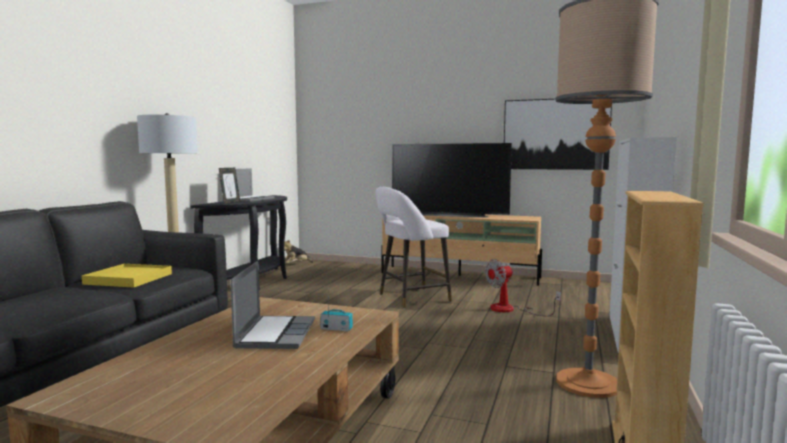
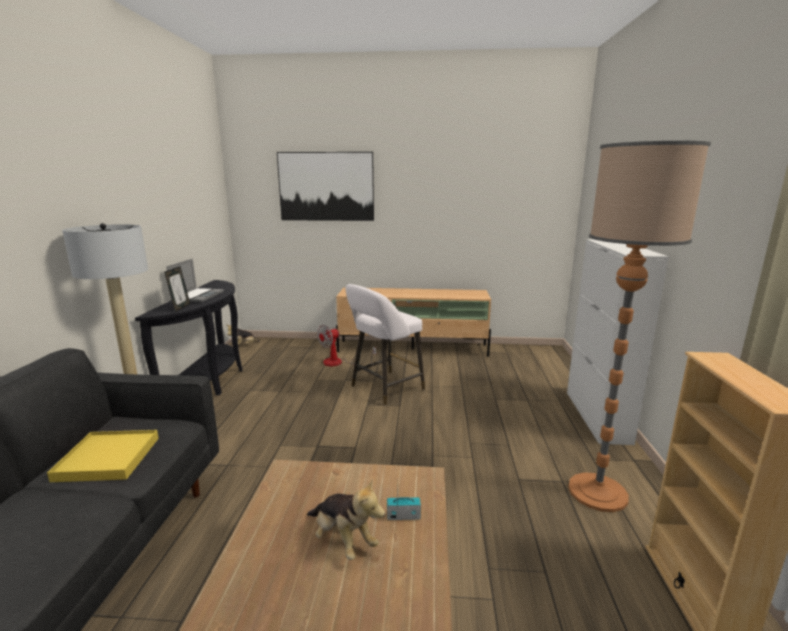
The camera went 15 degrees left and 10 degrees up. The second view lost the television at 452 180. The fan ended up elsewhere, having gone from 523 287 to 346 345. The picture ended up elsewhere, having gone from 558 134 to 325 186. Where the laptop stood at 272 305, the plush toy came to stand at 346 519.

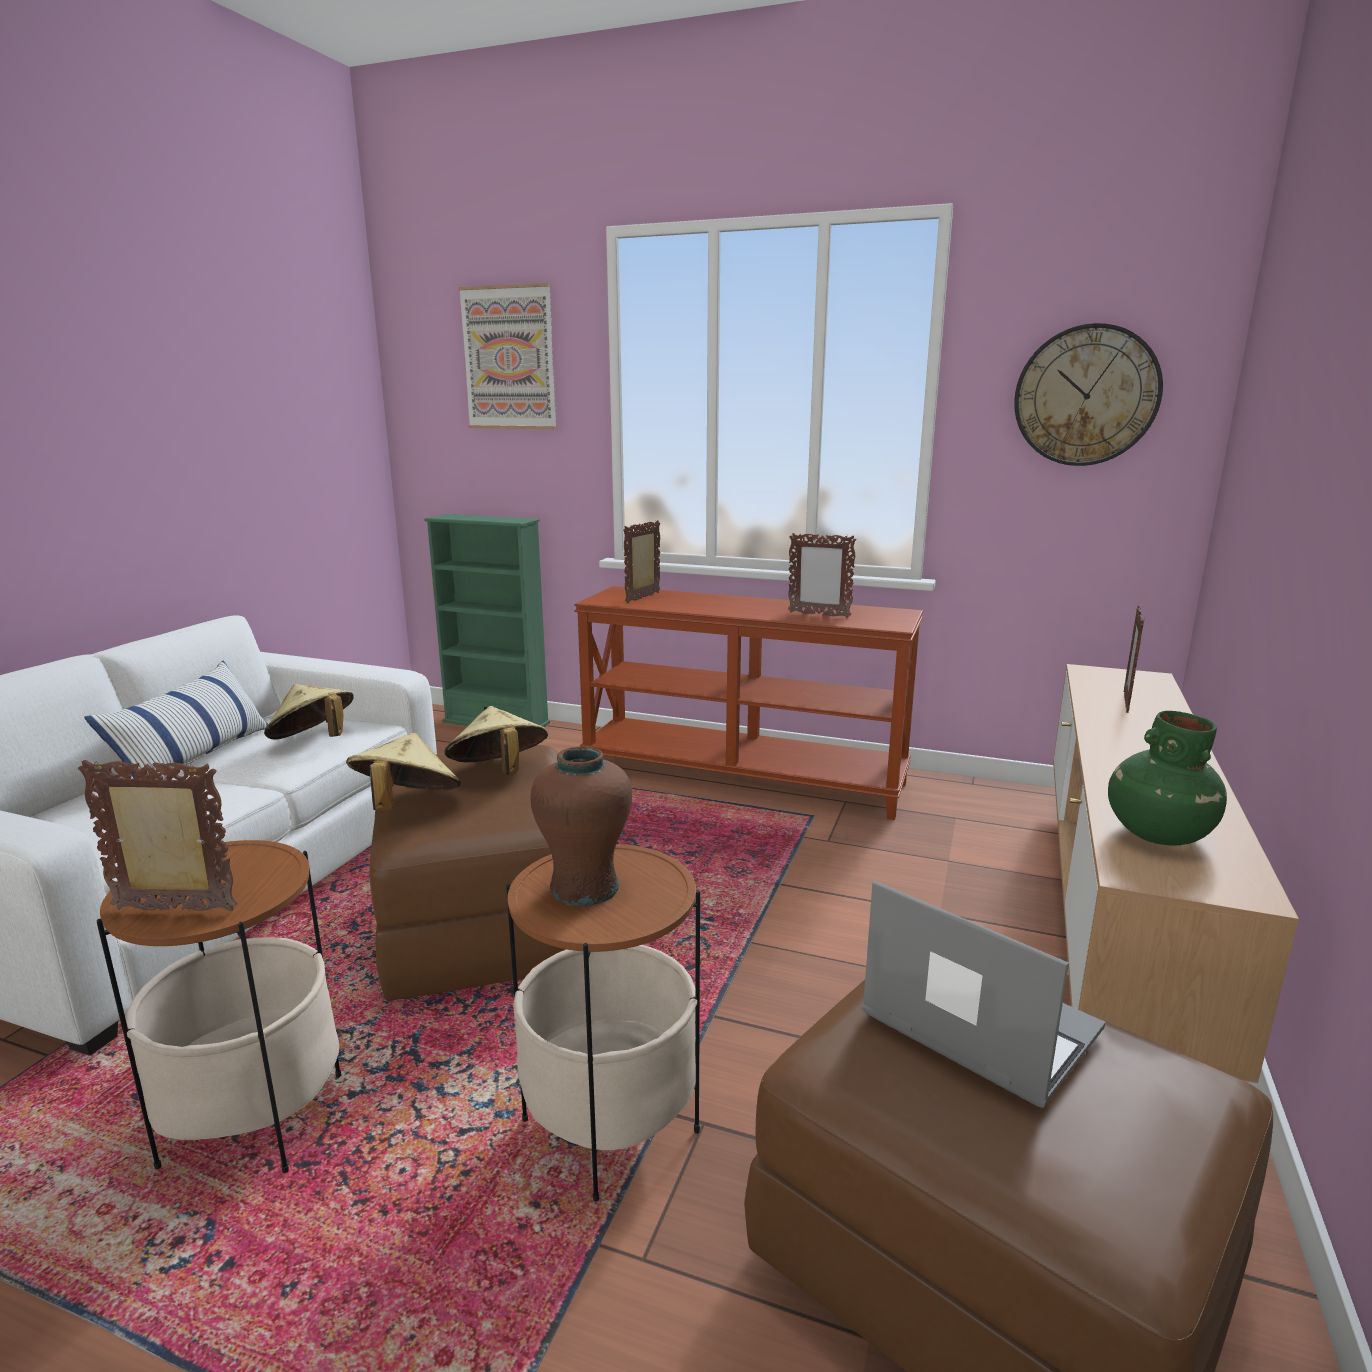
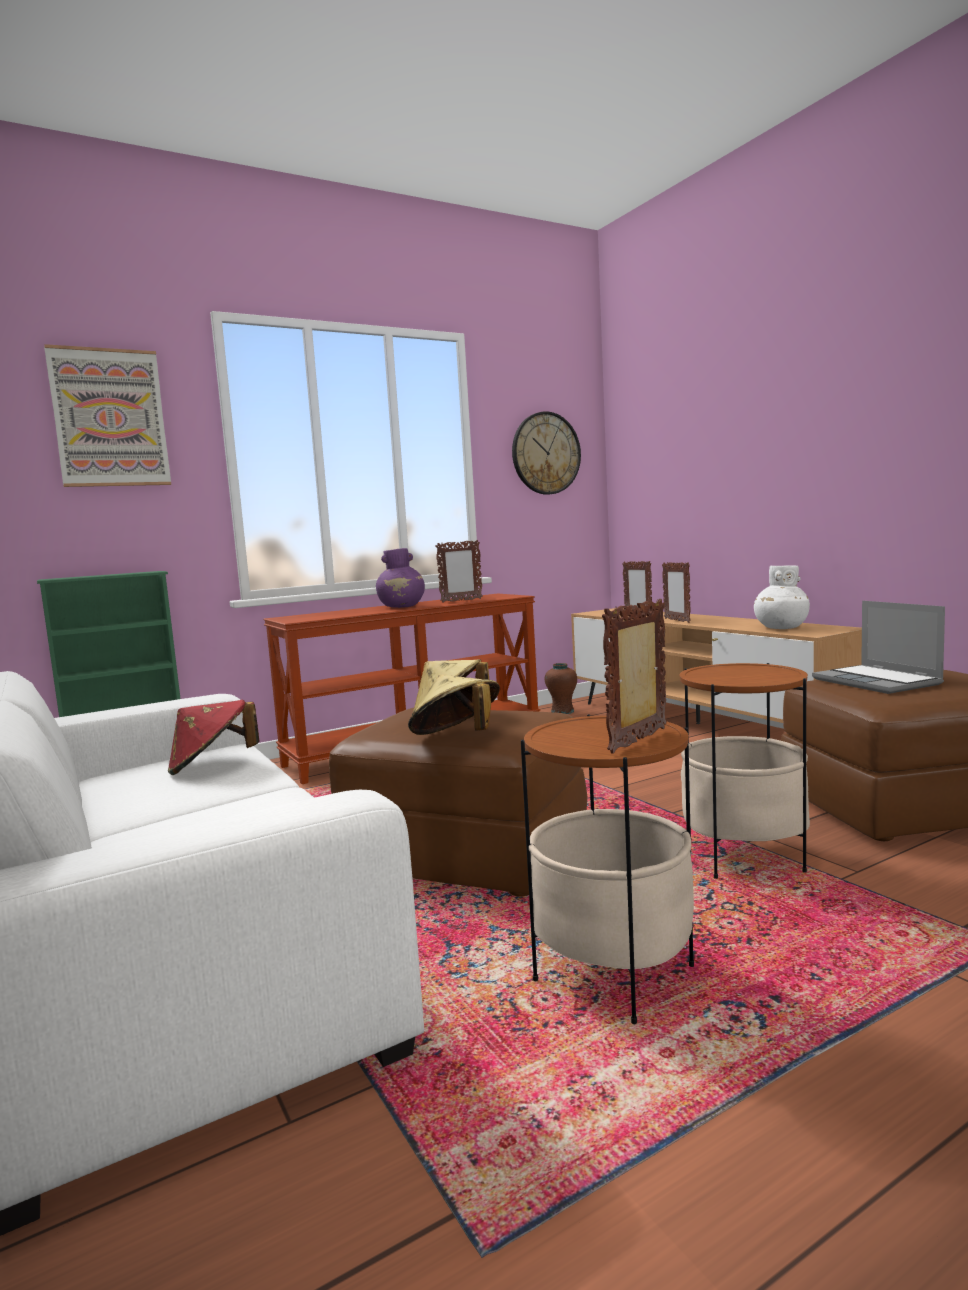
The camera went 50 degrees left and 10 degrees down. The second view lost the pillow at 176 720. The second view gained the purple vase at 400 578. The brown vase ended up elsewhere, having gone from 581 826 to 561 688. The picture frame ended up elsewhere, having gone from 641 561 to 676 592. What was the beige hat at 309 712 turned into the red hat at 214 737. What was the green vase at 1167 778 turned into the white vase at 782 597. The laptop at 984 994 ended up facing another way, 105 degrees counterclockwise from before.

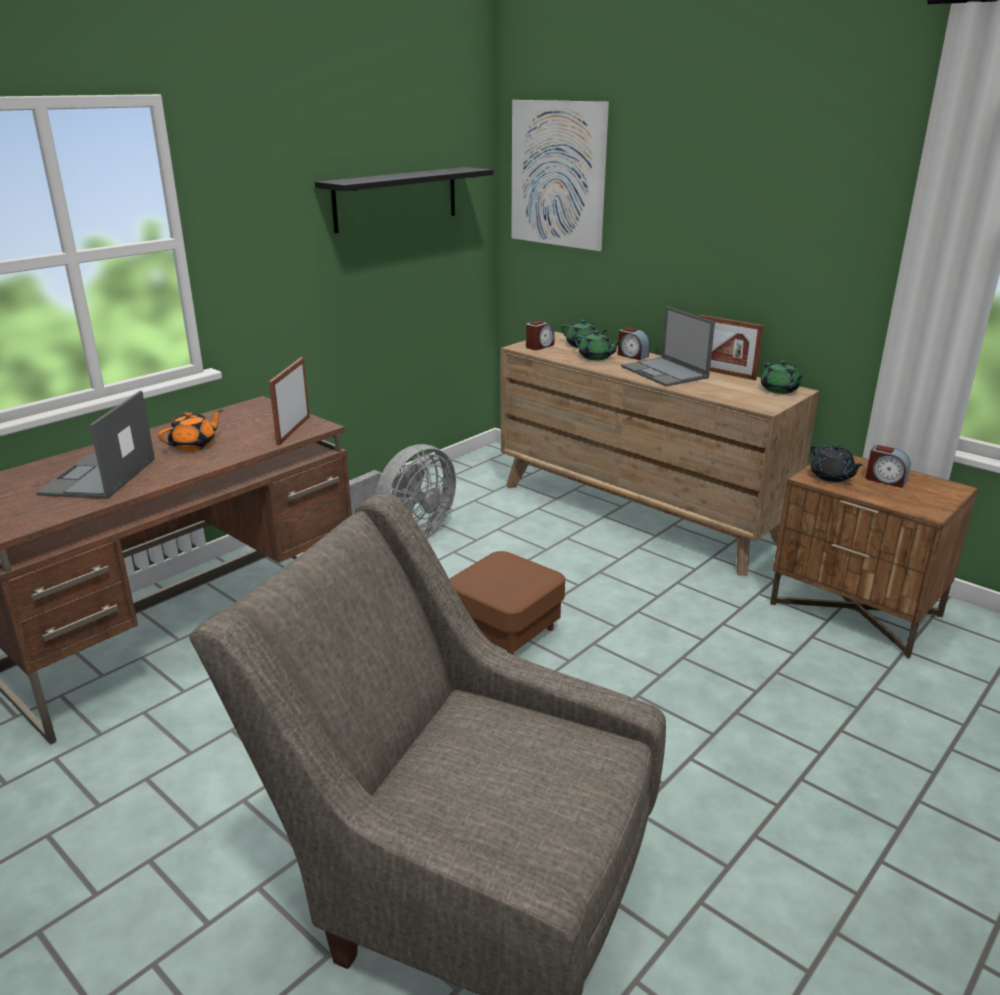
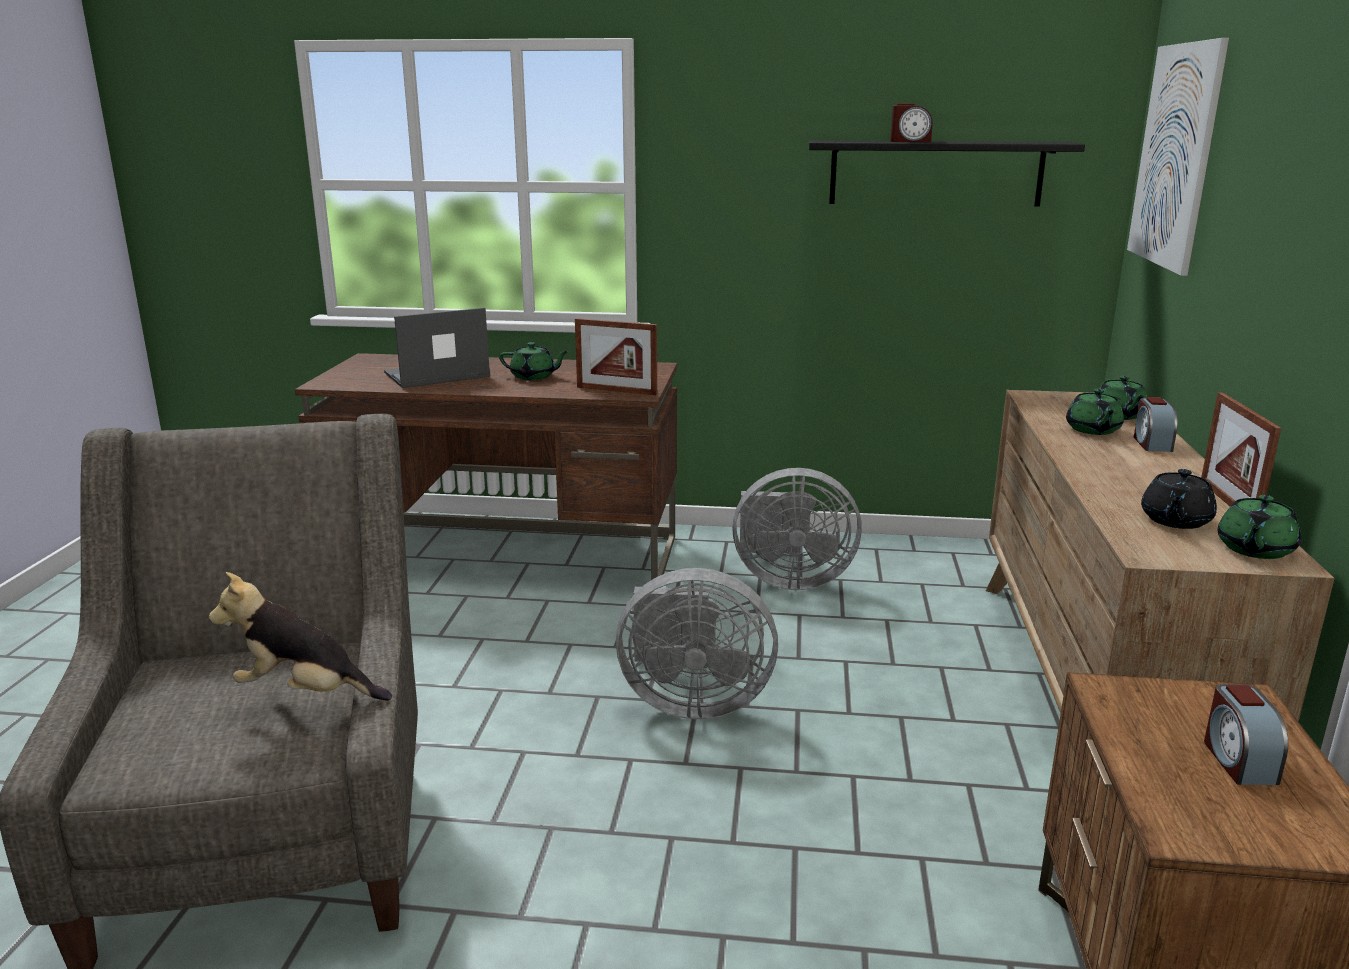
The camera went 55 degrees right and 5 degrees down. The second view lost the laptop at 668 346. The second view gained the plush toy at 300 636. The alarm clock ended up elsewhere, having gone from 540 335 to 911 122. The black teapot ended up elsewhere, having gone from 837 463 to 1179 499. Where the brown ottoman stood at 507 603, the grey fan came to stand at 697 643. What was the orange teapot at 190 430 turned into the green teapot at 534 361. The picture frame at 289 401 ended up facing another way, 135 degrees counterclockwise from before.

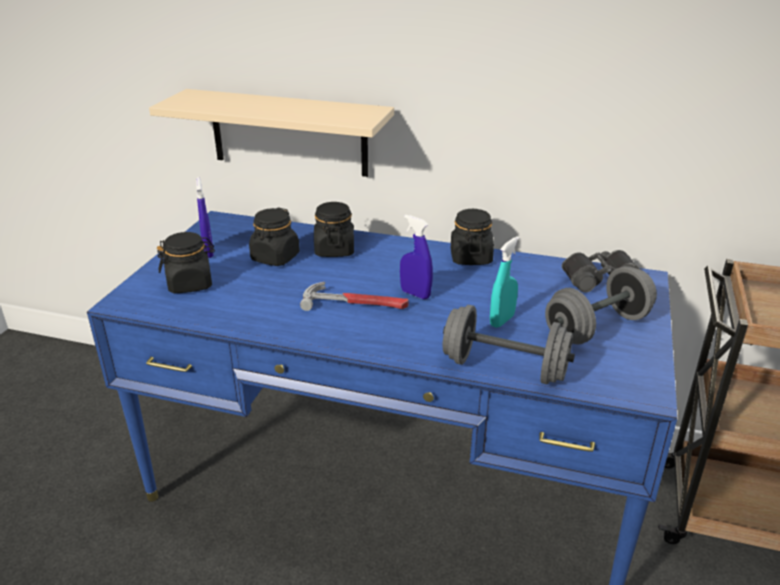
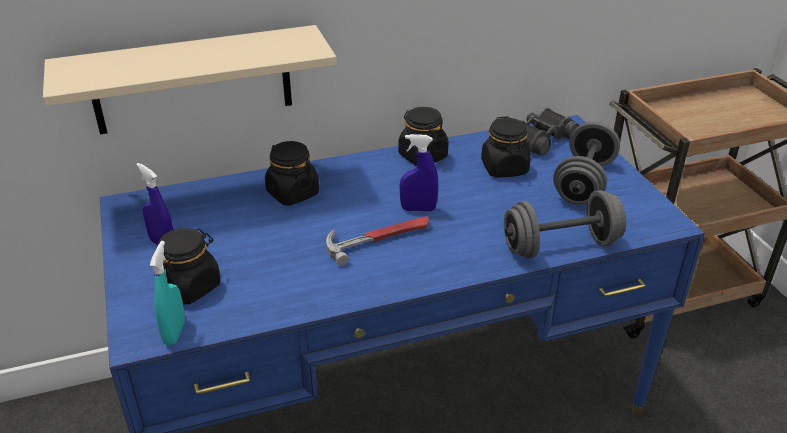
The camera went 35 degrees left and 5 degrees up. The black jar ended up elsewhere, having gone from 274 236 to 506 146. The turquoise spray bottle ended up elsewhere, having gone from 504 282 to 167 293.

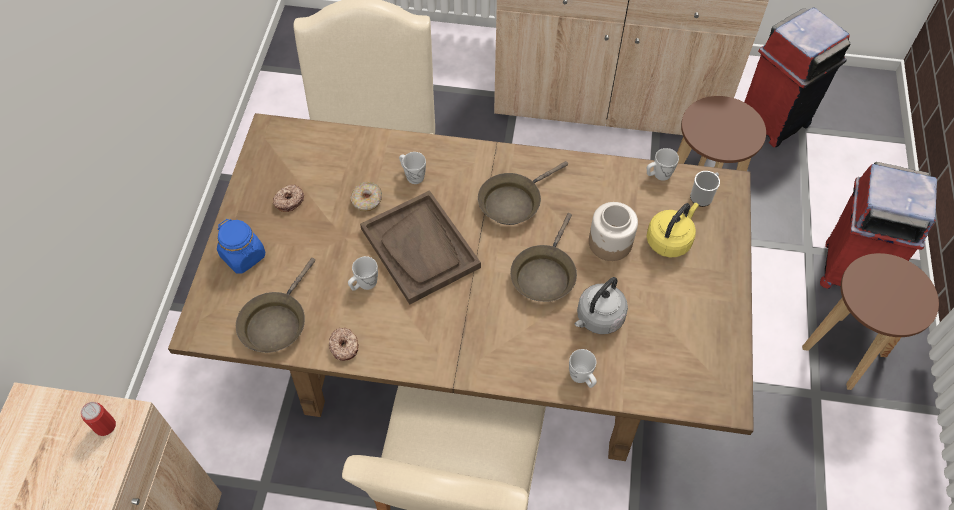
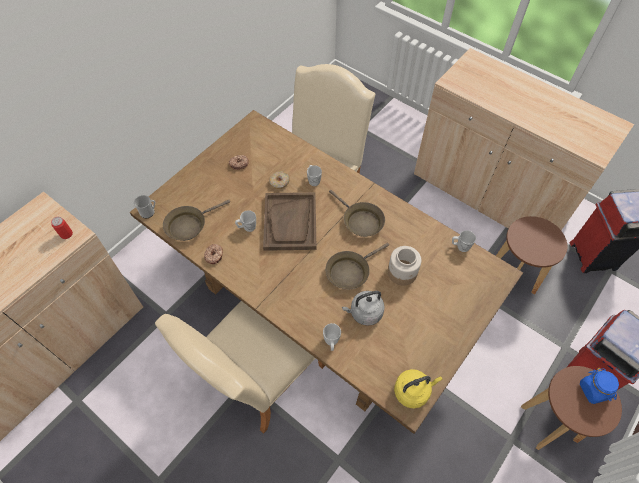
The camera went 30 degrees right and 0 degrees up. The blue jar ended up elsewhere, having gone from 241 246 to 599 386. The yellow kettle ended up elsewhere, having gone from 673 230 to 418 389. The mug ended up elsewhere, having gone from 705 189 to 144 206. The brown frying pan at 523 193 ended up facing another way, 120 degrees counterclockwise from before.

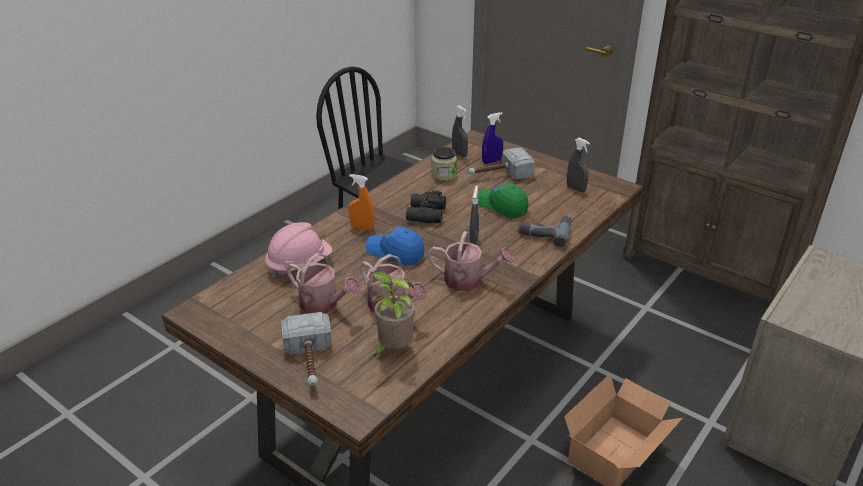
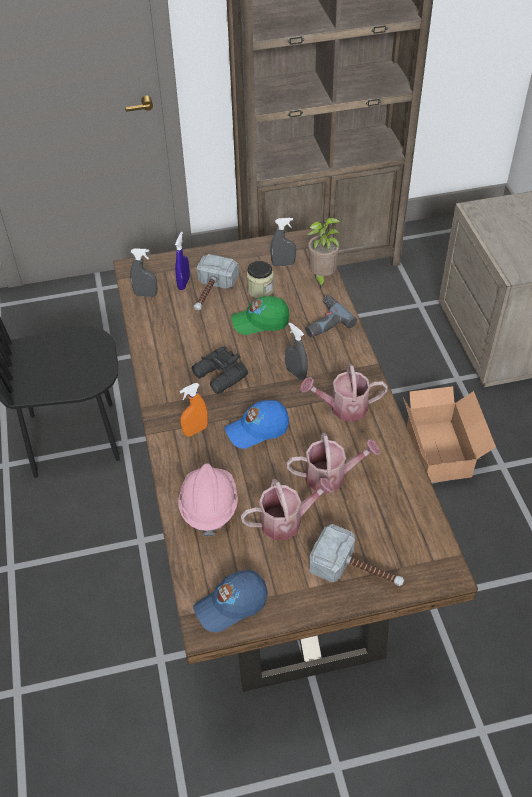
The camera went 50 degrees left and 15 degrees up. The second view gained the blue cap at 230 601. The potted plant ended up elsewhere, having gone from 390 314 to 323 253. The jar ended up elsewhere, having gone from 444 164 to 260 279. The watering can at 471 261 ended up facing another way, 150 degrees counterclockwise from before.

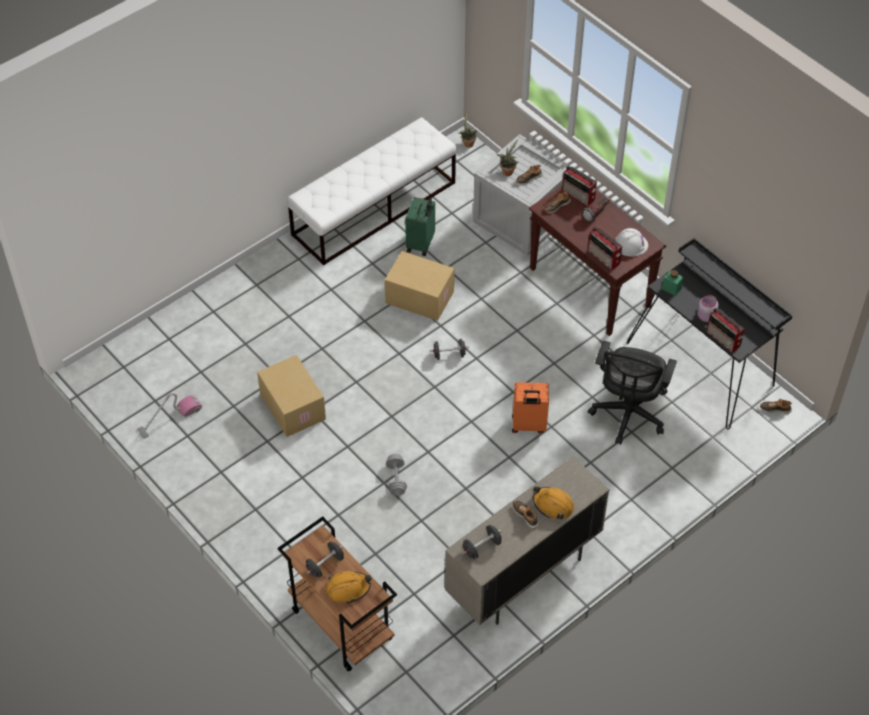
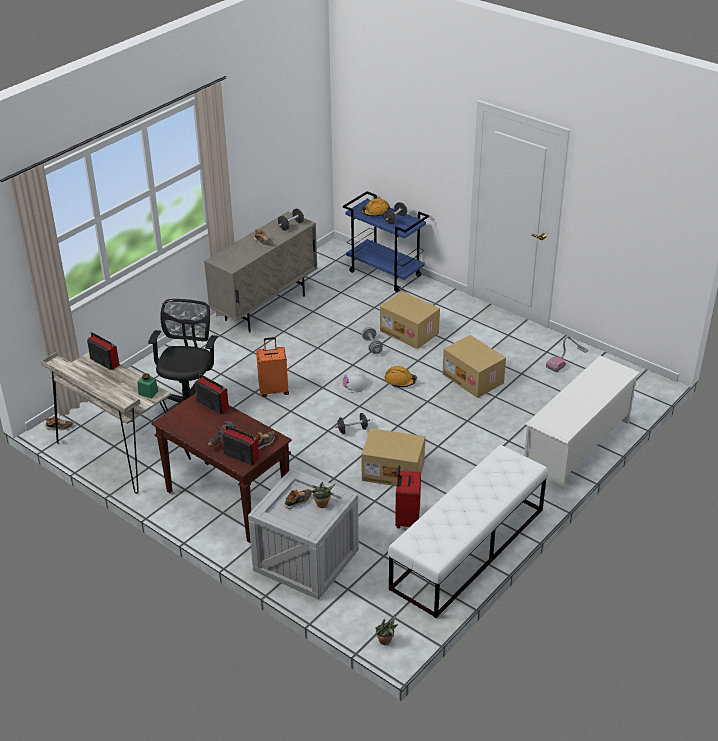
The camera went 170 degrees right and 15 degrees down. The second view lost the pink jar at 708 308. The second view gained the cardboard box at 410 320. The second view gained the white shoe rack at 582 422. The orange hard hat ended up elsewhere, having gone from 553 502 to 401 376. The white hard hat ended up elsewhere, having gone from 631 242 to 353 381. What was the brown cart at 337 594 turned into the blue cart at 386 241. What was the green suitcase at 420 226 turned into the red suitcase at 408 496. What was the black desk at 710 333 turned into the beige desk at 116 423.

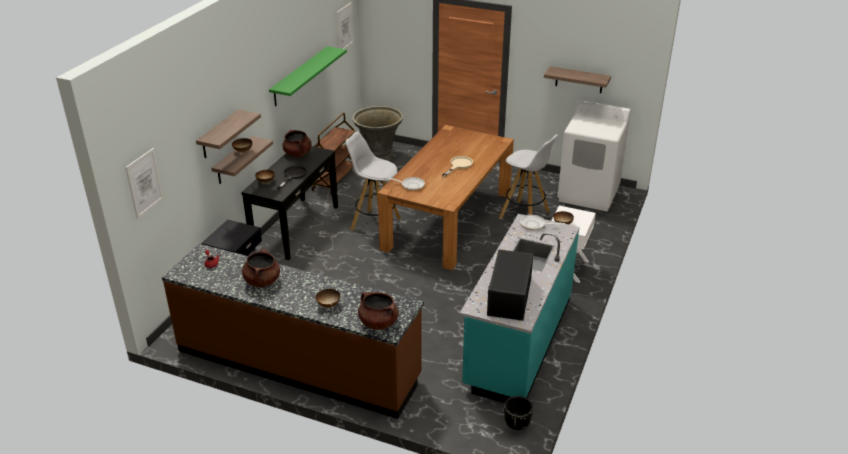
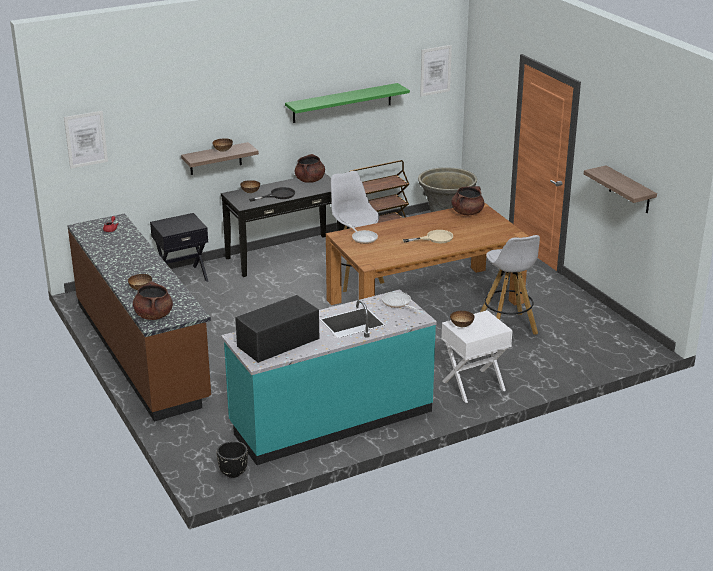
The camera went 40 degrees right and 5 degrees down. The second view lost the shelf at 228 133. The second view lost the white washing machine at 594 155. The brown cooking pot ended up elsewhere, having gone from 261 268 to 468 200.

